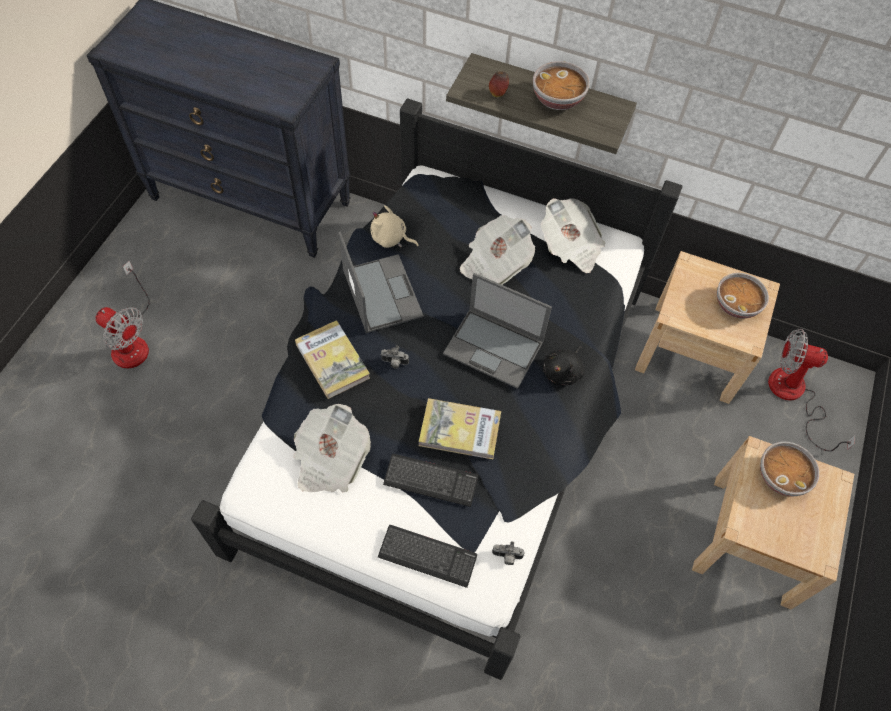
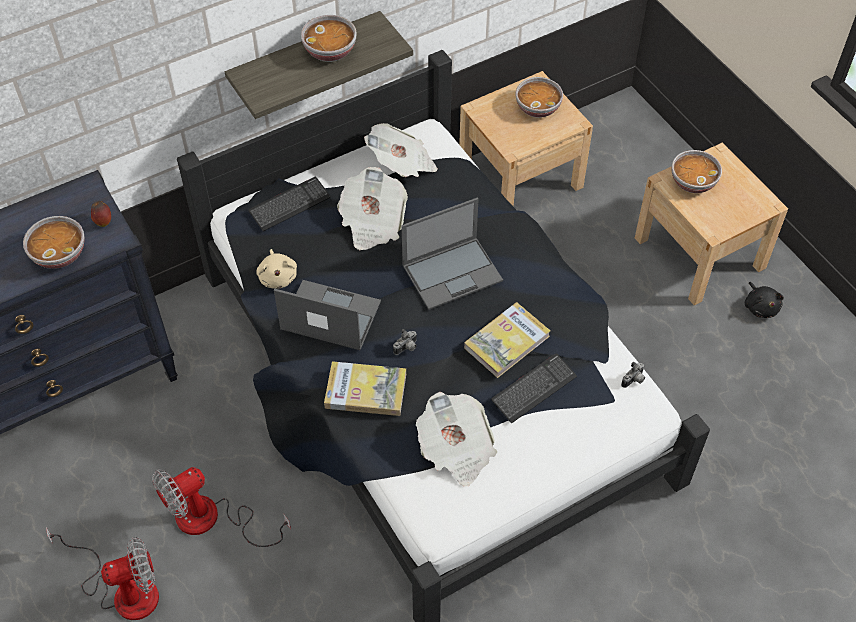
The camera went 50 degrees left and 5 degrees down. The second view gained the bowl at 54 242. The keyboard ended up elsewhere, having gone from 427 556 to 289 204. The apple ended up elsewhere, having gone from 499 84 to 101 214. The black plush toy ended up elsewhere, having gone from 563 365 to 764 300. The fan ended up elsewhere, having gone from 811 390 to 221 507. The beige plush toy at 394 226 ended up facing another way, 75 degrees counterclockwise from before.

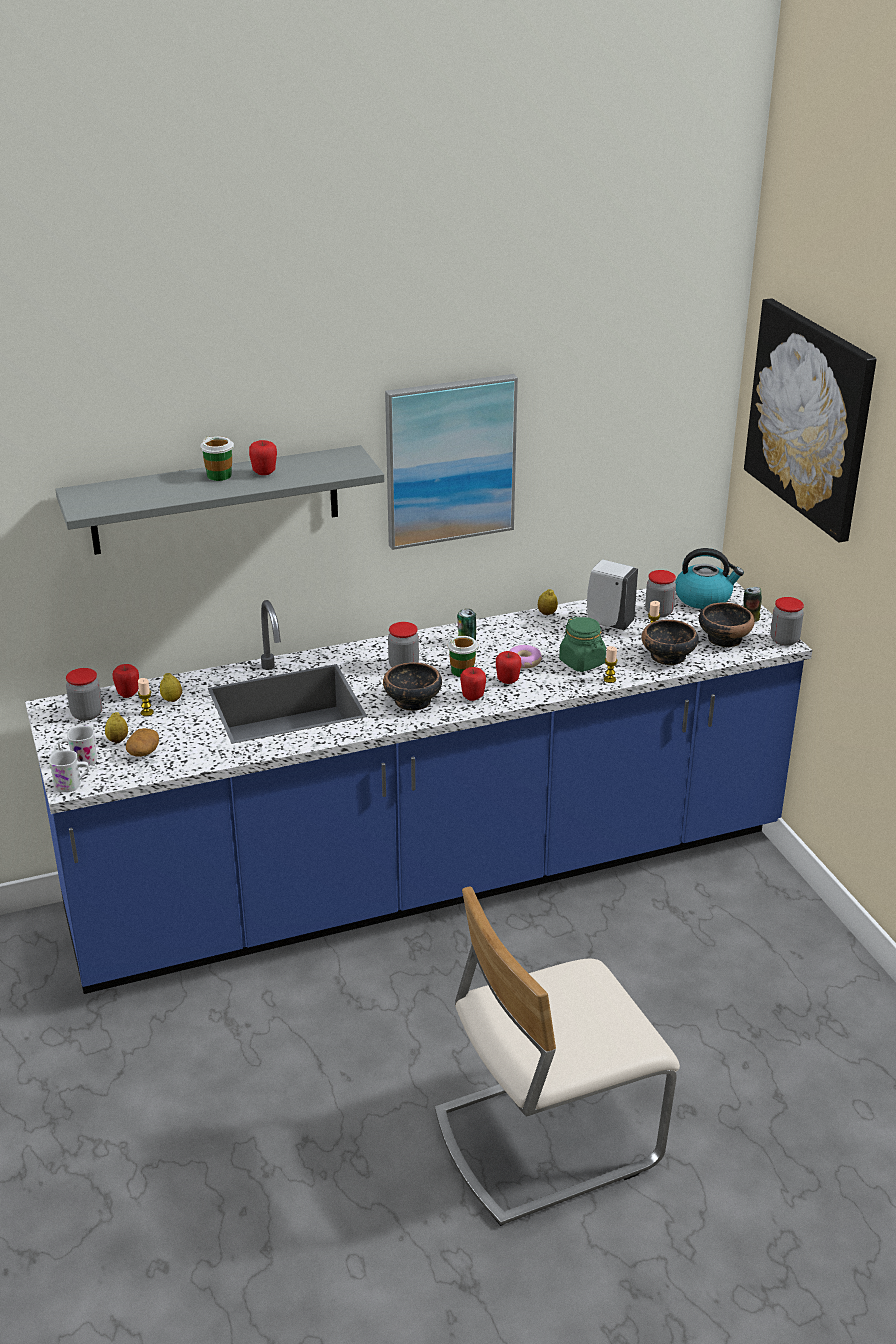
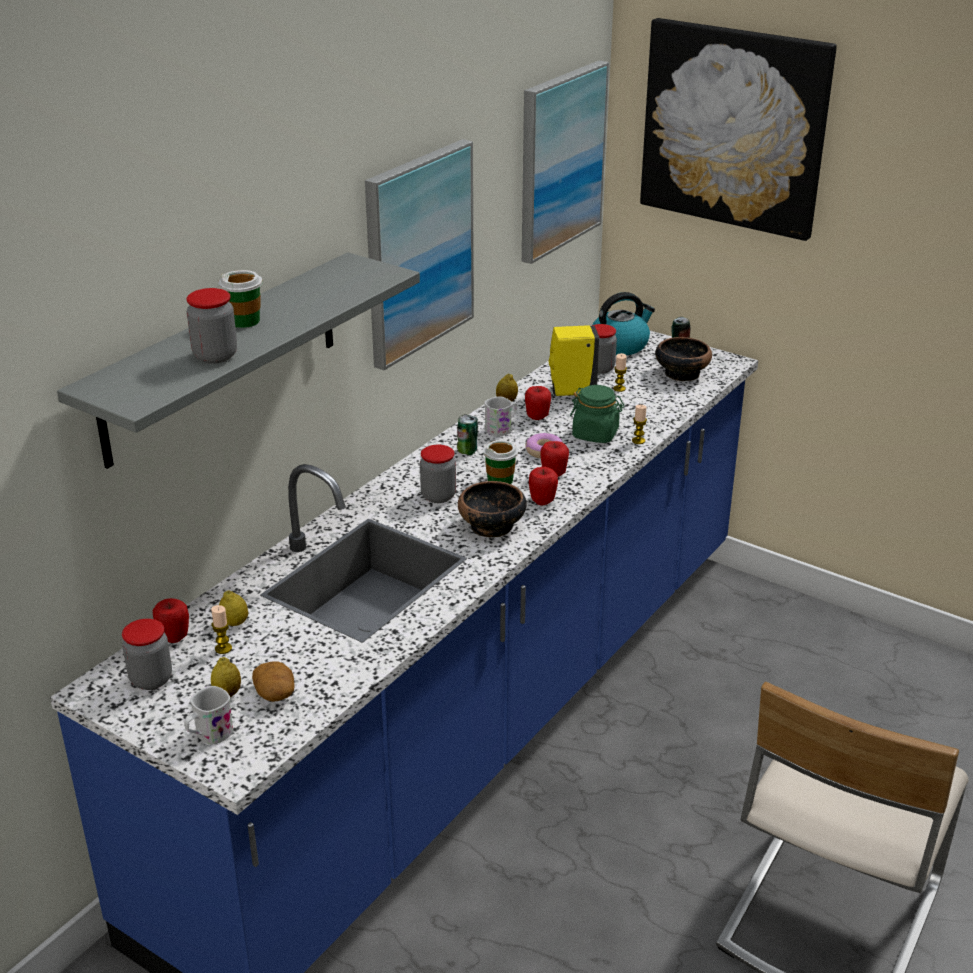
The camera went 35 degrees left and 0 degrees up. The second view lost the bowl at 669 642. The second view gained the picture at 565 162. The white mug ended up elsewhere, having gone from 69 771 to 500 416. The apple ended up elsewhere, having gone from 263 457 to 538 403. The jar ended up elsewhere, having gone from 787 621 to 212 325. What was the white soap dispenser at 612 594 turned into the yellow soap dispenser at 574 360.

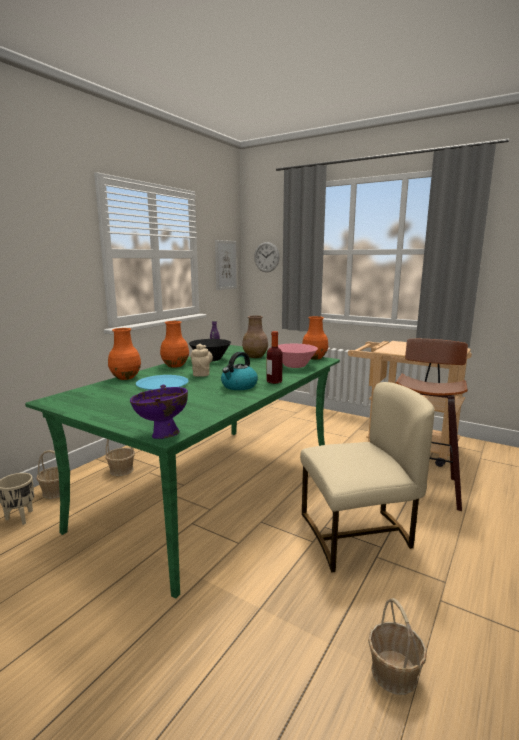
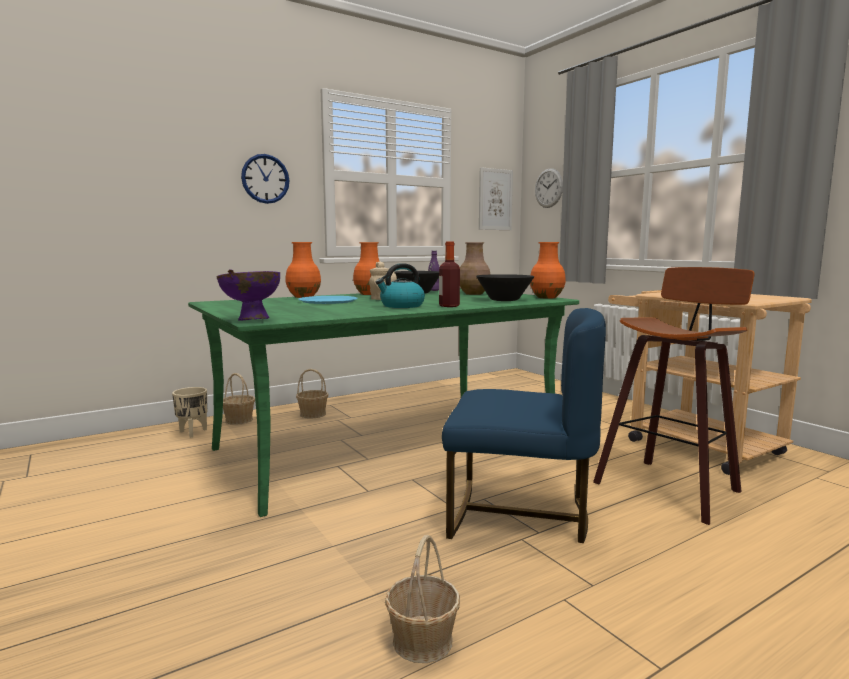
The camera went 25 degrees right and 5 degrees down. The second view gained the wall clock at 265 179. What was the pink bowl at 298 356 turned into the black bowl at 505 287. What was the beige chair at 367 477 turned into the blue chair at 524 425.

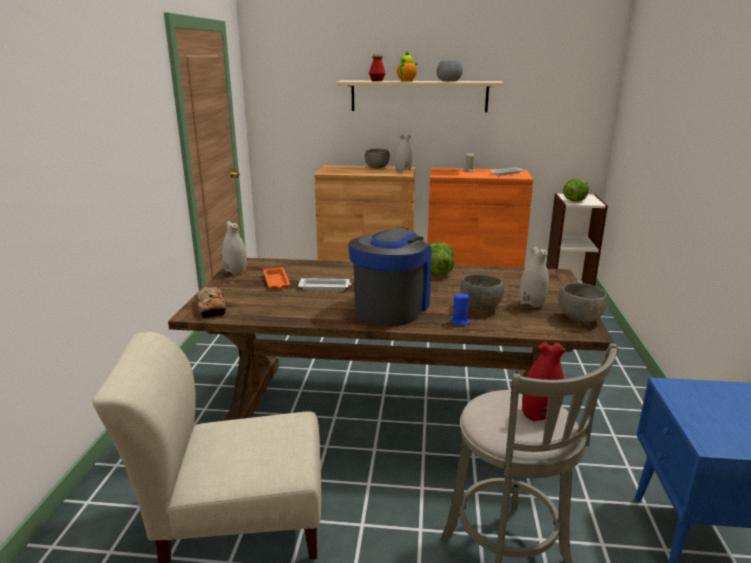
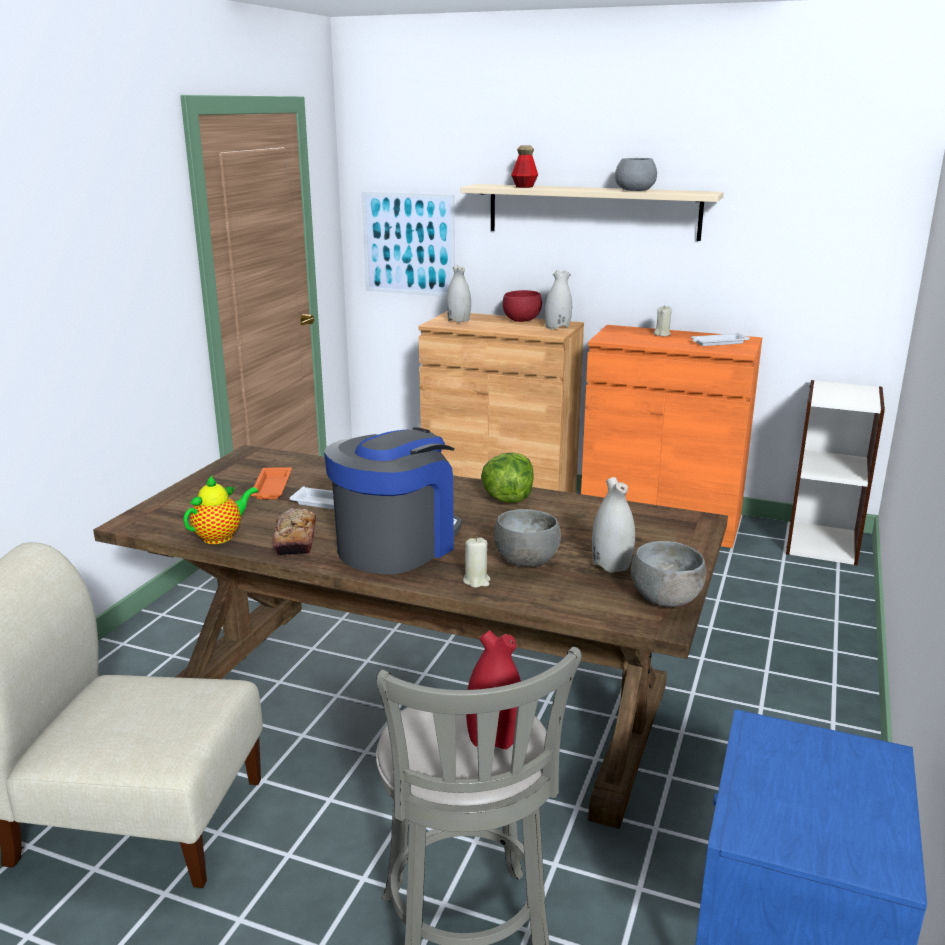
The camera went 15 degrees right and 0 degrees up. The second view lost the lettuce at 576 190. The second view gained the picture at 408 244. The bread ended up elsewhere, having gone from 210 302 to 294 532. The white vase ended up elsewhere, having gone from 234 248 to 459 293. The teapot ended up elsewhere, having gone from 407 66 to 220 509. What was the grey bowl at 377 159 turned into the red bowl at 522 306. What was the blue candle at 460 309 turned into the beige candle at 476 562.

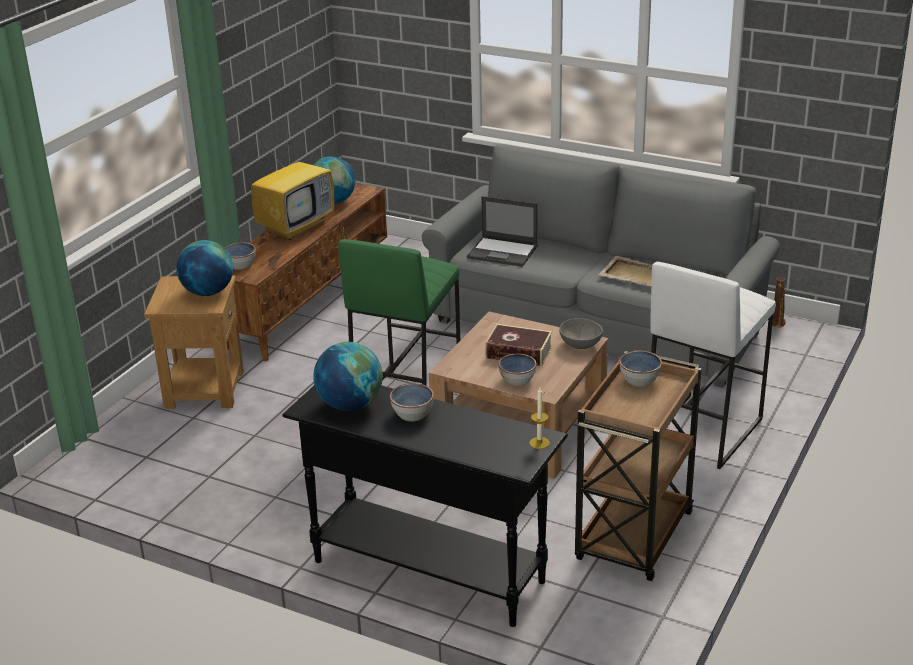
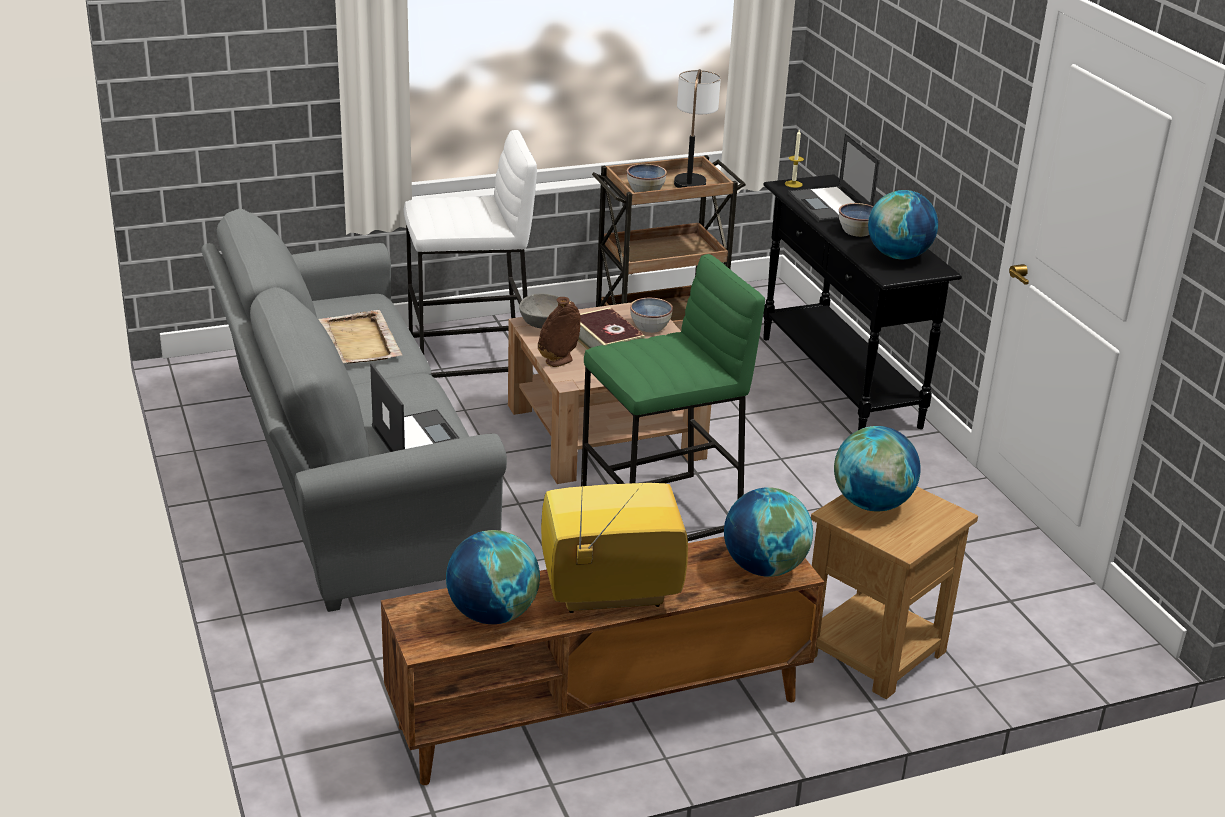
The camera went 140 degrees left and 0 degrees up. The second view gained the table lamp at 697 128. The second view gained the laptop at 834 178. The brown vase ended up elsewhere, having gone from 779 302 to 559 332. Where the bowl stood at 240 256, the globe came to stand at 768 532.

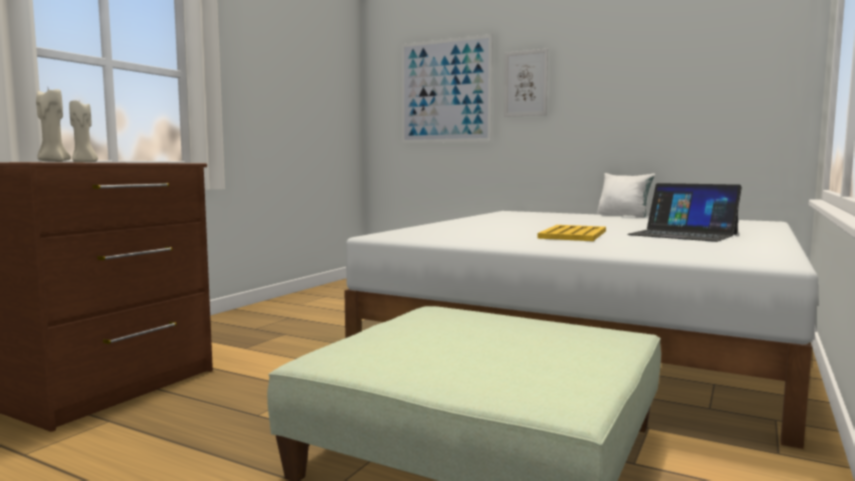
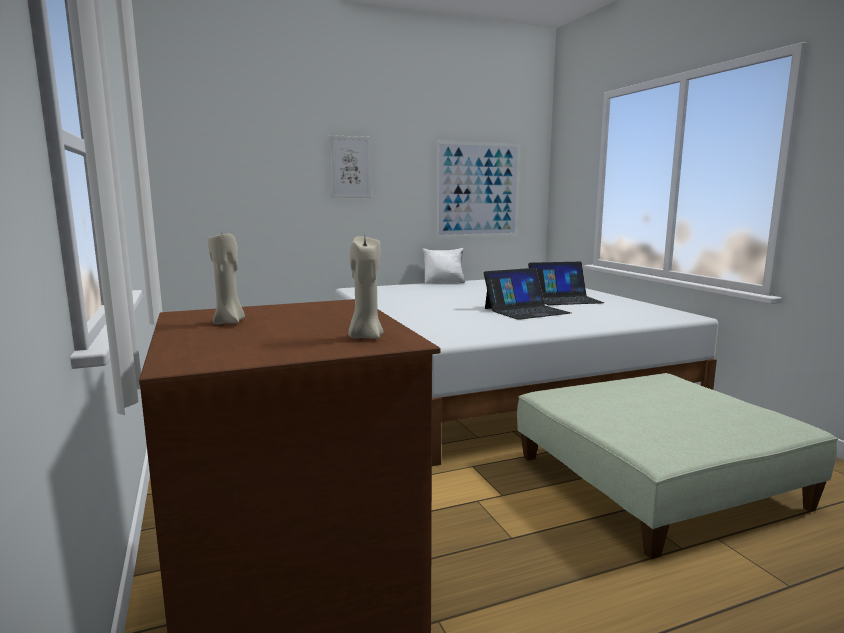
The camera went 50 degrees left and 5 degrees up. The picture ended up elsewhere, having gone from 447 88 to 477 189. Where the yellow tray stood at 571 233, the laptop came to stand at 527 294.

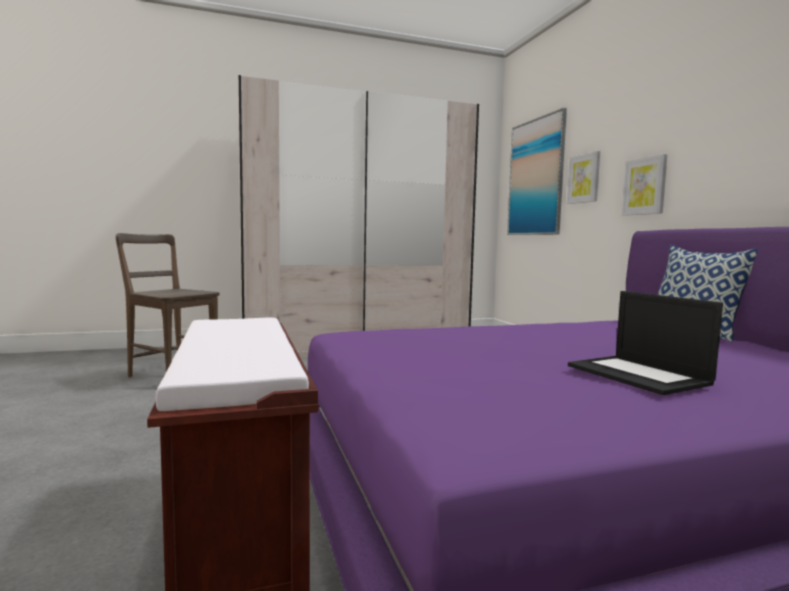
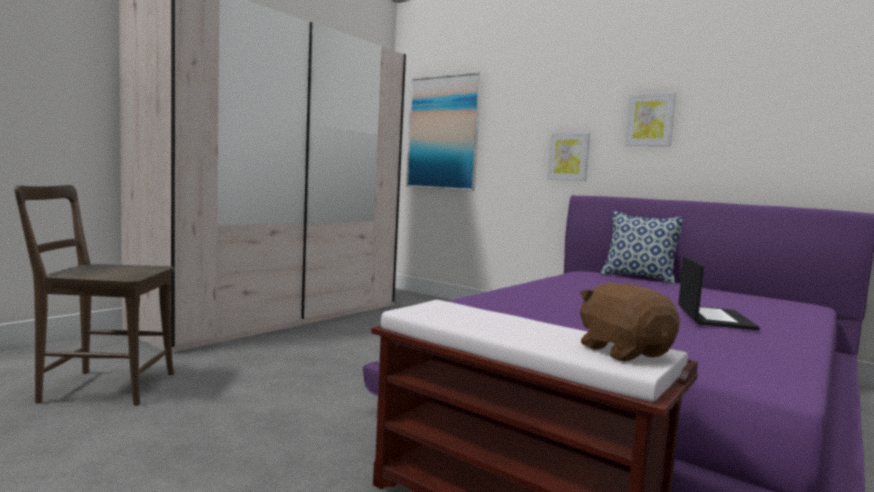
The camera went 35 degrees left and 0 degrees up. The second view gained the brown plush toy at 630 321. The picture ended up elsewhere, having gone from 583 177 to 650 119. The laptop at 645 343 ended up facing another way, 105 degrees counterclockwise from before.

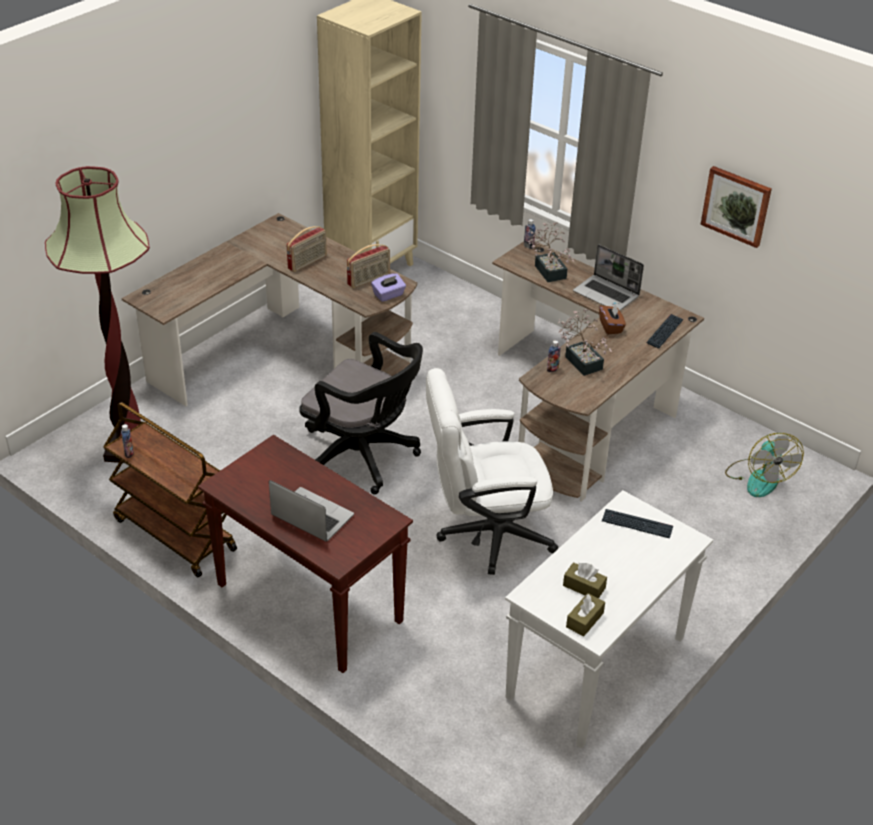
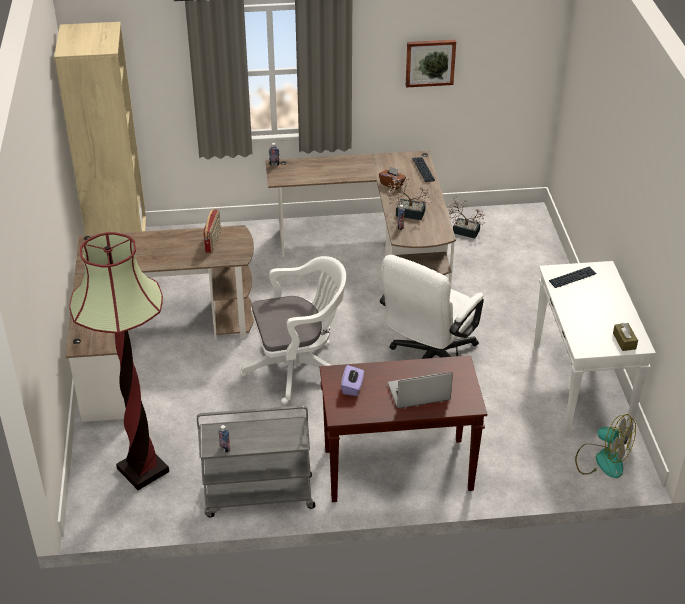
The camera went 45 degrees left and 0 degrees up. The second view lost the radio at 307 249. The second view lost the brown tissue box at 585 580. The second view lost the laptop at 608 277. The purple tissue box ended up elsewhere, having gone from 388 287 to 352 380. The potted plant ended up elsewhere, having gone from 551 252 to 466 217. The fan ended up elsewhere, having gone from 764 465 to 605 446. What was the brown cart at 170 489 turned into the grey cart at 256 462. What was the black office chair at 361 413 turned into the white office chair at 293 330.

